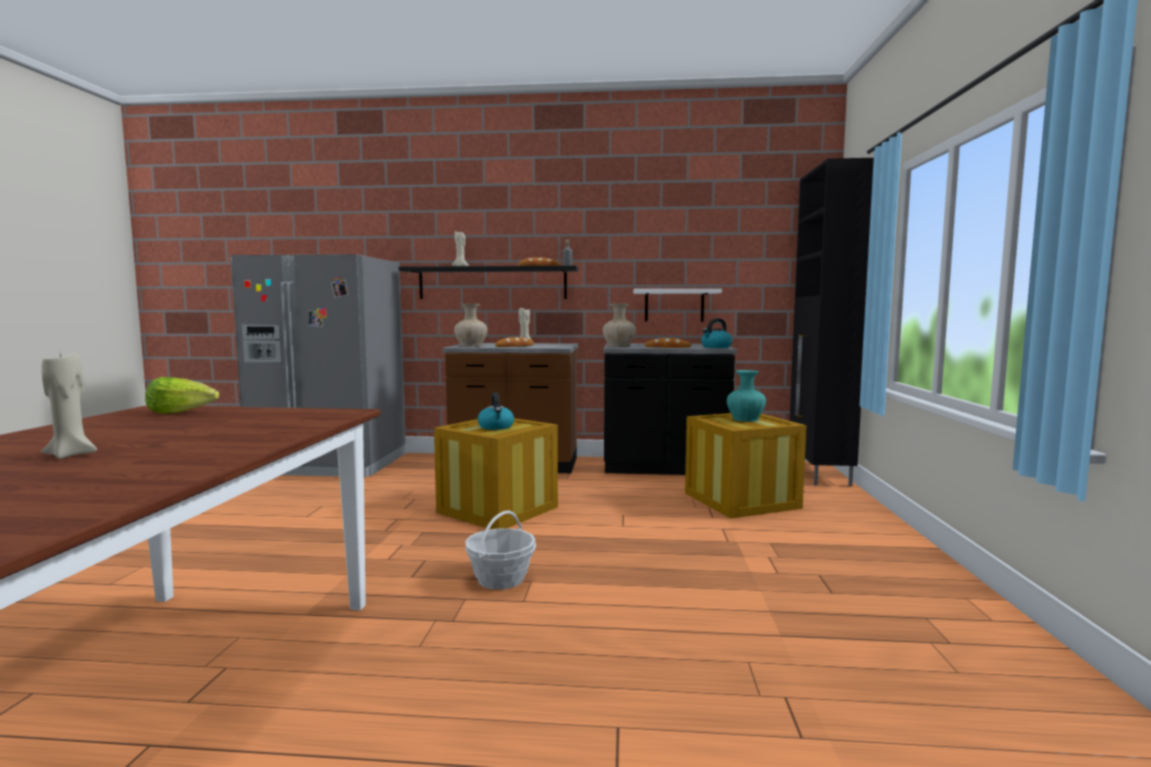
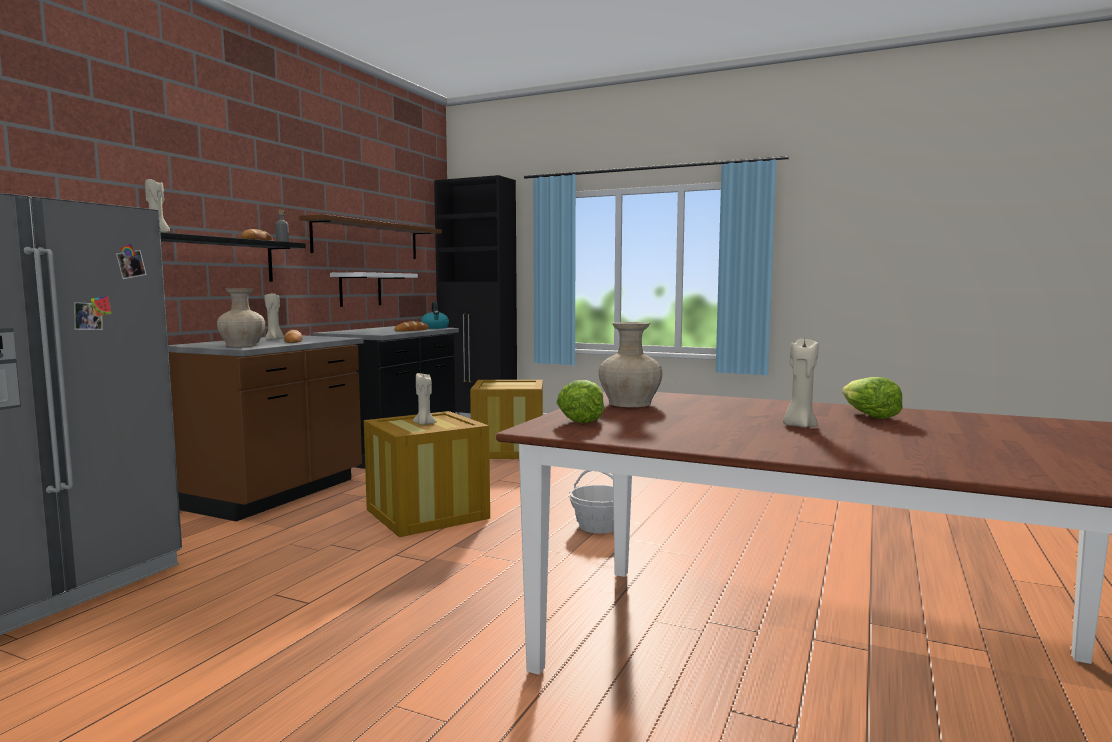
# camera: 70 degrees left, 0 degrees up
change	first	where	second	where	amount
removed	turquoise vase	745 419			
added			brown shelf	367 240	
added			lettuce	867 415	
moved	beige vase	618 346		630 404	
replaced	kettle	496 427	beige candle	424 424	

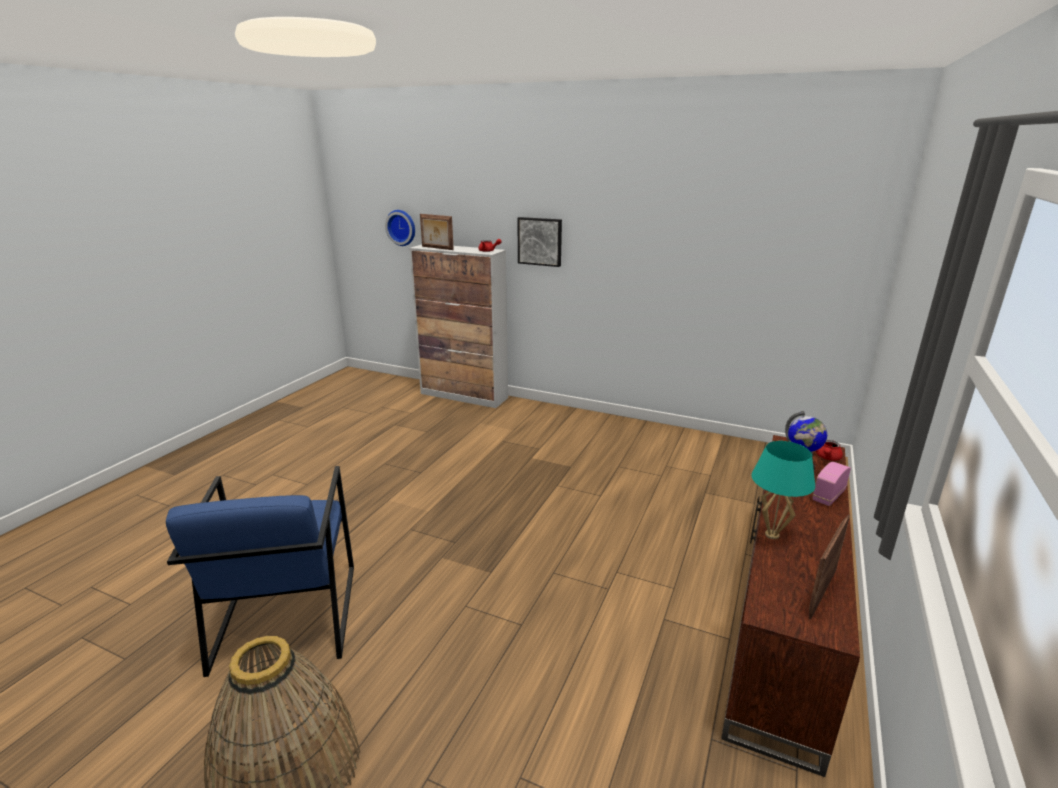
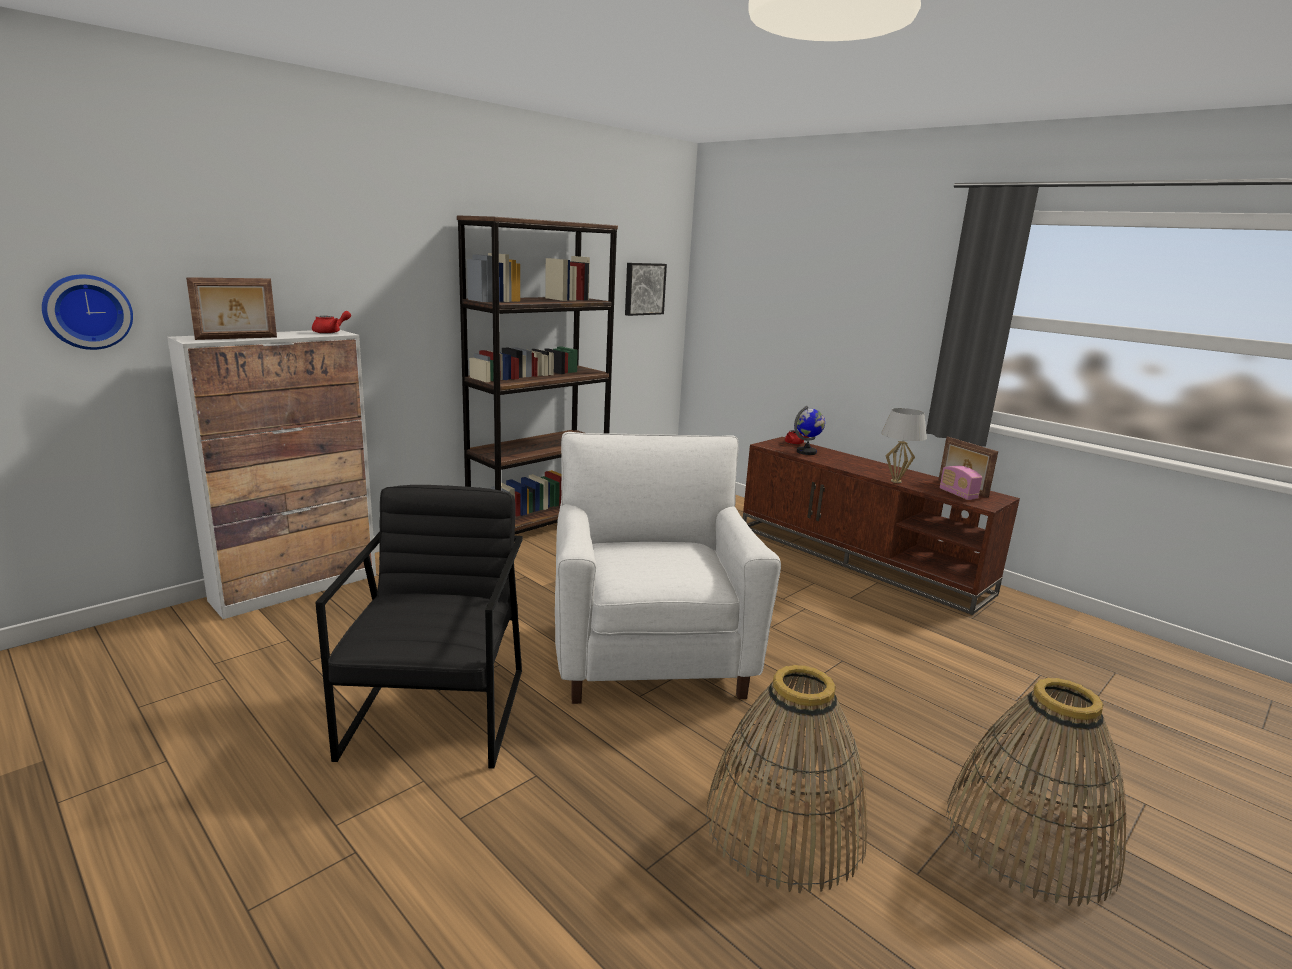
# camera: 70 degrees left, 5 degrees down
change	first	where	second	where	amount
added			black armchair	437 711	
added			brown bookcase	539 522	
added			white armchair	651 654	
moved	picture	540 241		643 289	
moved	radio	828 496		958 494	
replaced	blue armchair	286 616	basket	784 826	
recoloured	turquoise table lamp	771 535	white table lamp	895 481	

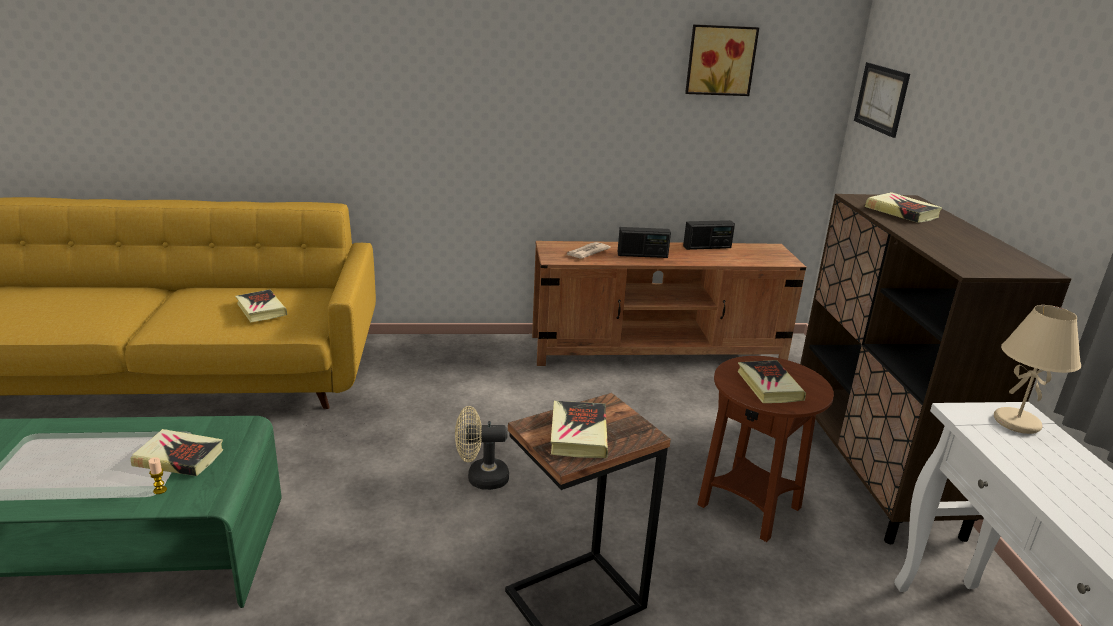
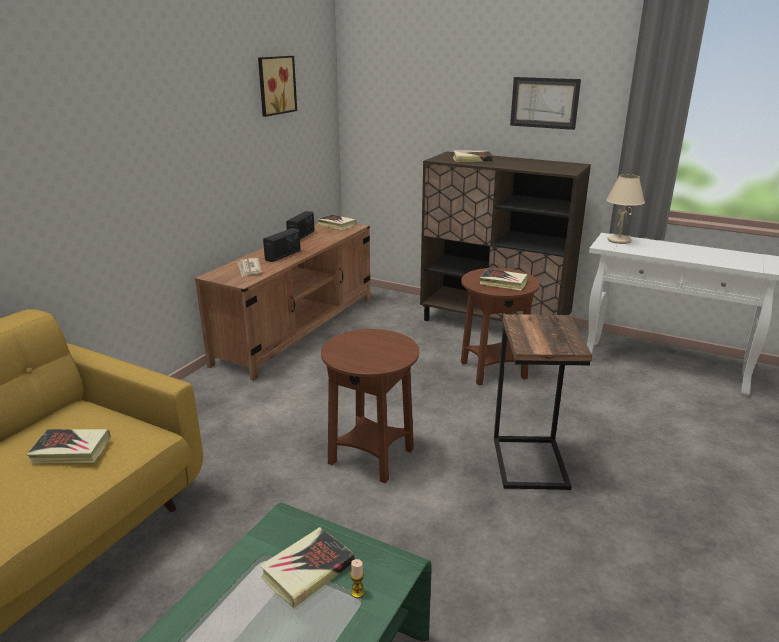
# camera: 55 degrees left, 0 degrees up
change	first	where	second	where	amount
moved	book	578 434		336 225	
moved	picture	881 98		544 103	
replaced	beige fan	480 478	brown side table	371 457	

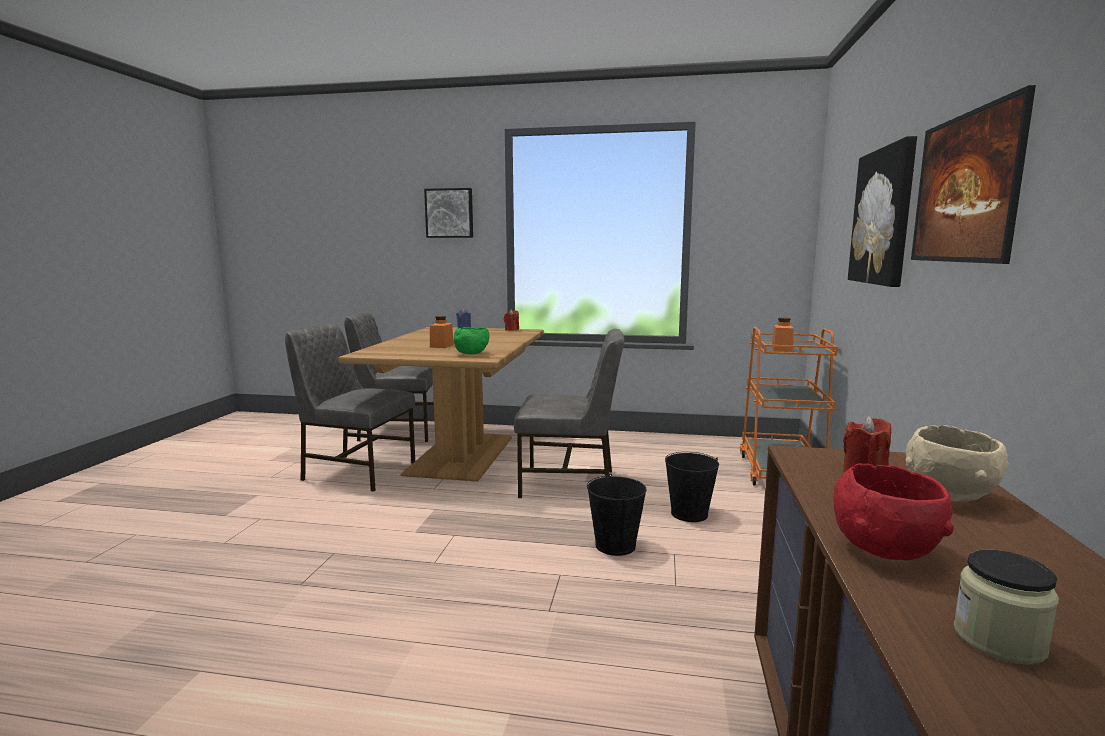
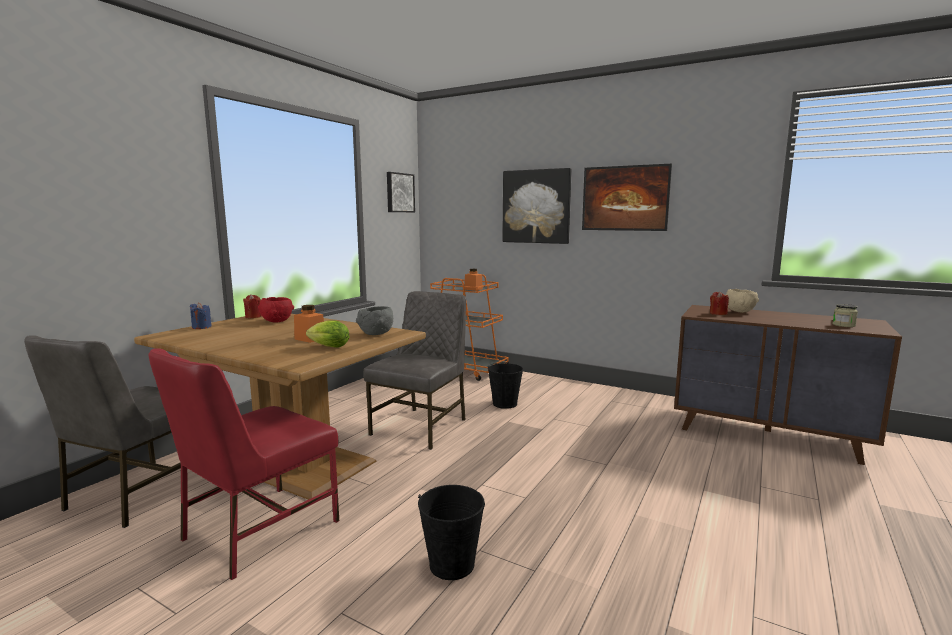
# camera: 70 degrees left, 0 degrees up
change	first	where	second	where	amount
added			lettuce	327 347	
moved	picture	449 213		399 192	
moved	black bucket	615 545		452 564	
moved	red bowl	884 551		277 321	
recoloured	grey chair	357 471	red chair	258 530	
recoloured	green bowl	471 354	grey bowl	376 334	

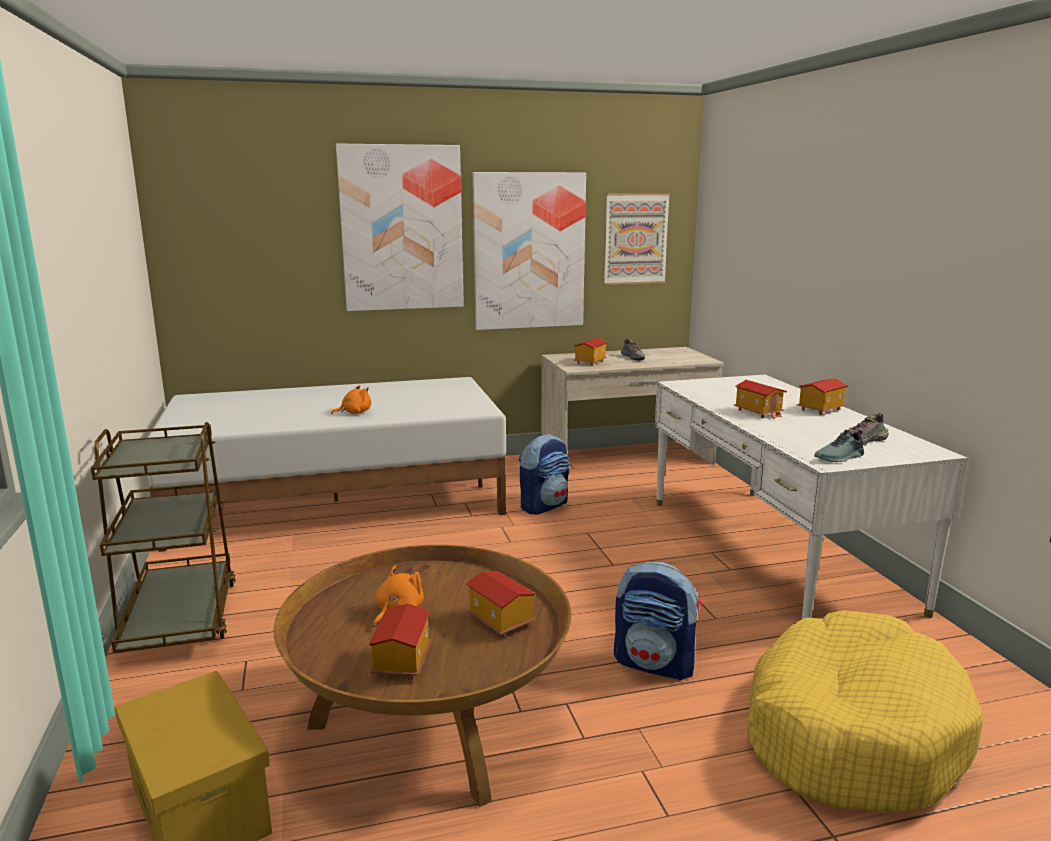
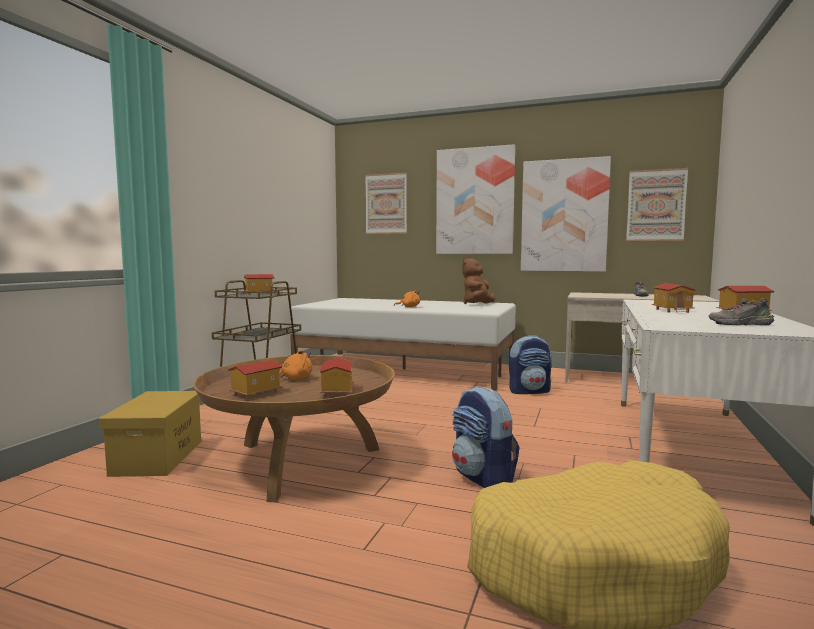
# camera: 35 degrees right, 10 degrees down
change	first	where	second	where	amount
removed	shoe	840 458			
added			picture	386 204	
added			brown plush toy	477 304	
moved	toy house	590 362		259 293	

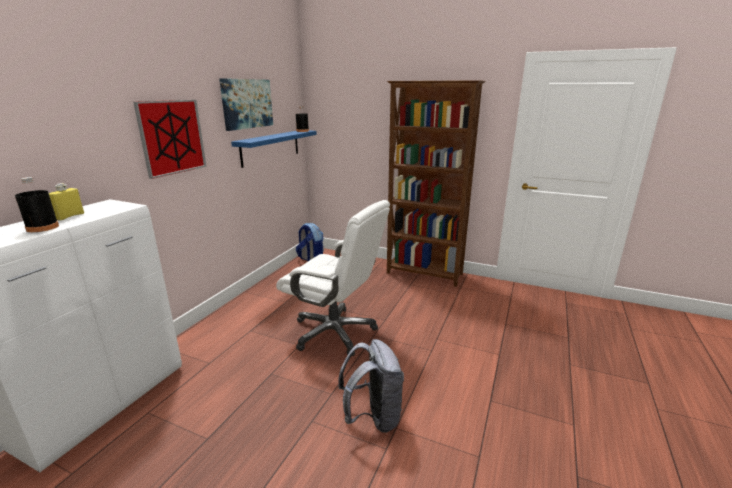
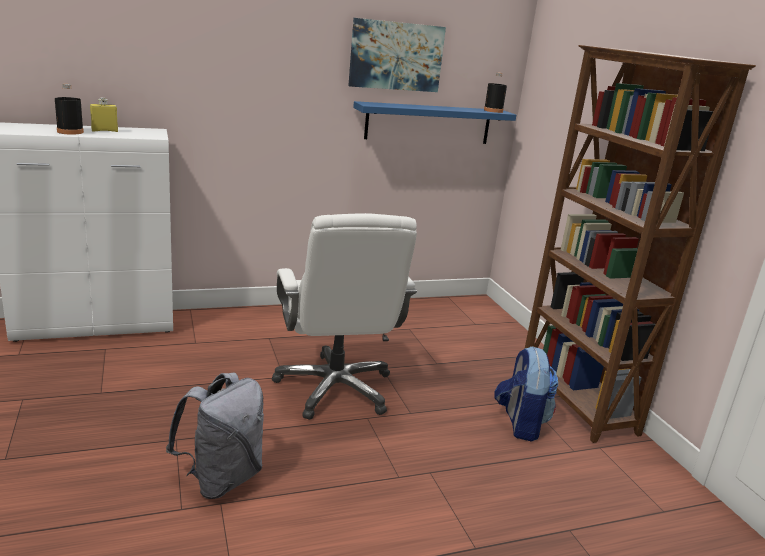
# camera: 45 degrees right, 0 degrees up
change	first	where	second	where	amount
removed	picture	172 137			
moved	backpack	311 260		520 423	

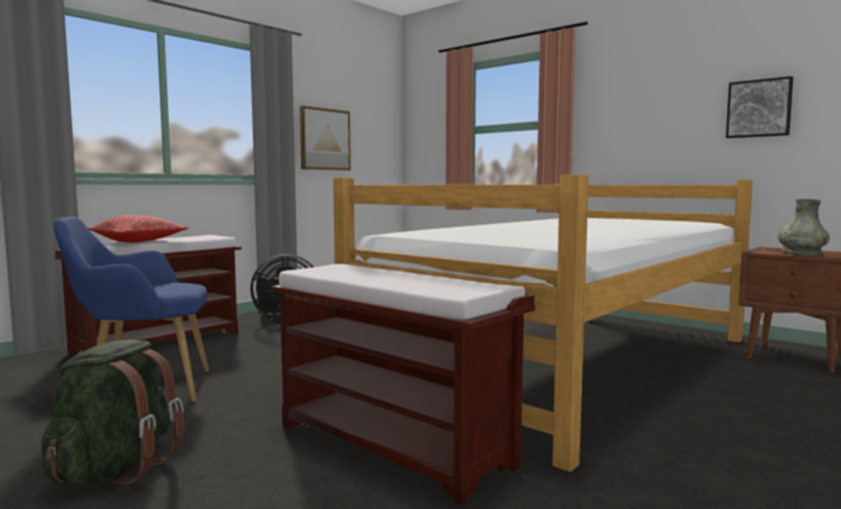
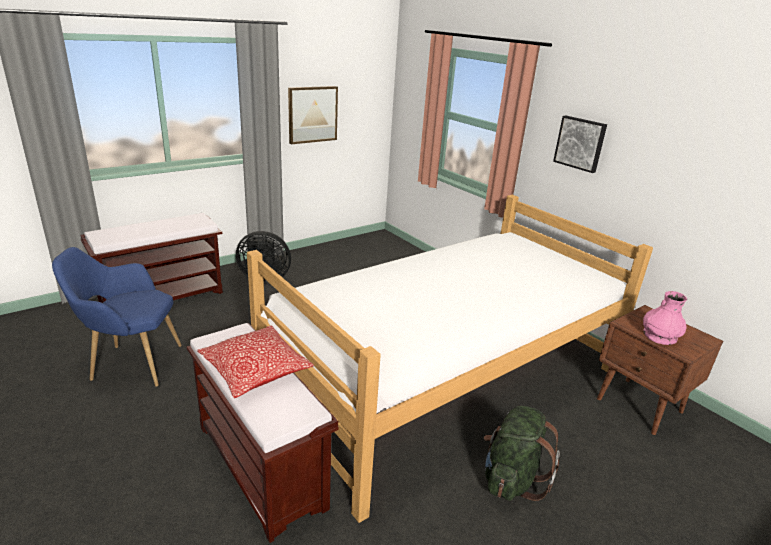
# camera: 10 degrees right, 20 degrees up
change	first	where	second	where	amount
moved	green backpack	116 469		511 479	
moved	pillow	138 241		255 371	
moved	picture	759 108		580 143	
recoloured	grey vase	801 253	pink vase	659 336	

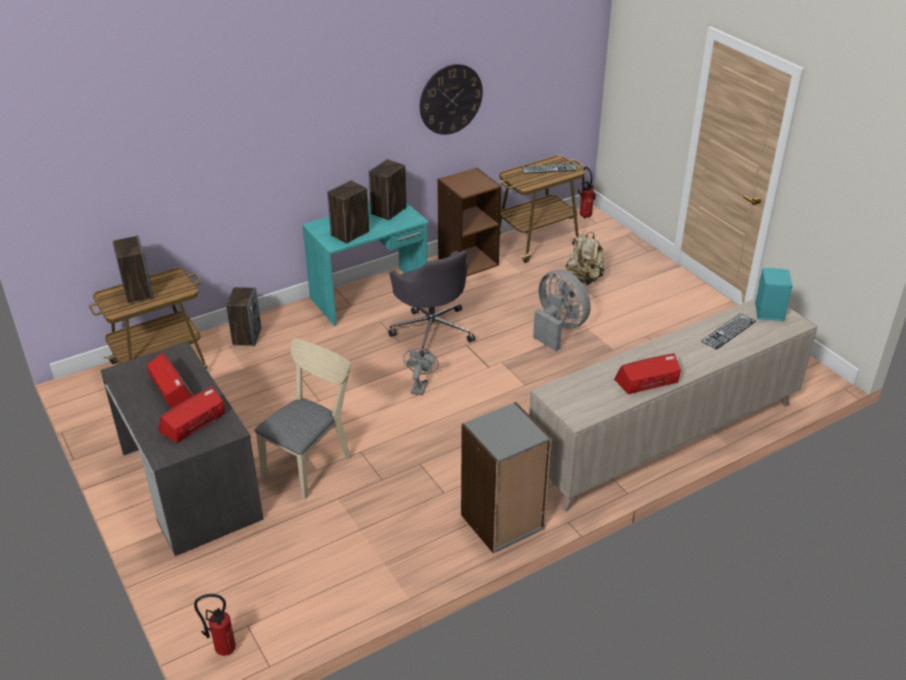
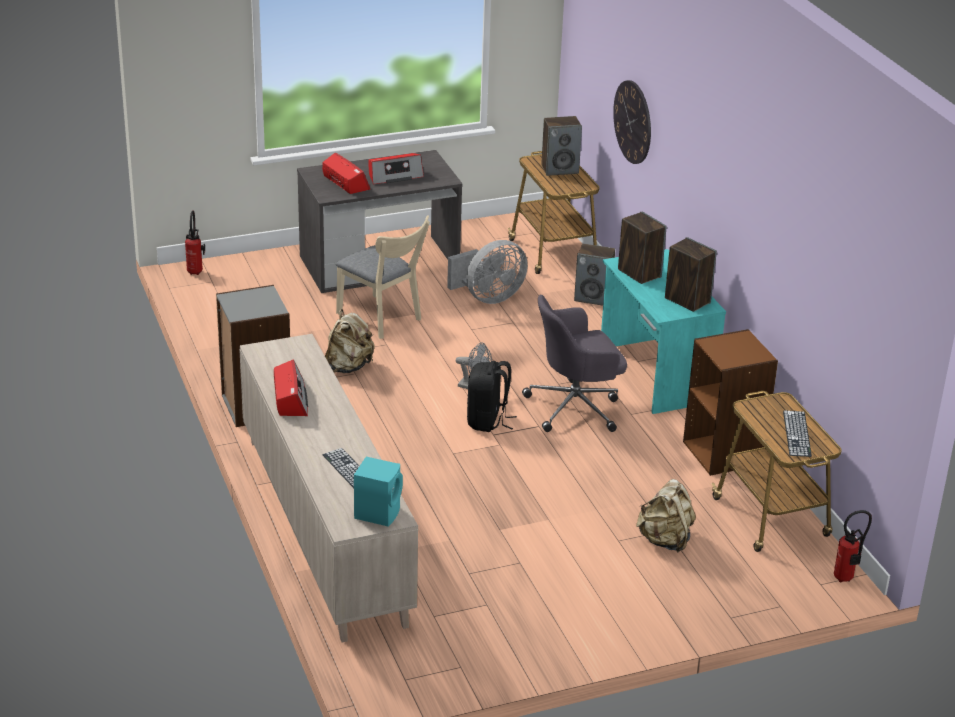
# camera: 100 degrees right, 5 degrees down
change	first	where	second	where	amount
added			beige backpack	348 367	
added			black backpack	488 421	
moved	wall clock	450 99		633 122	
moved	grey fan	558 328		488 297	

